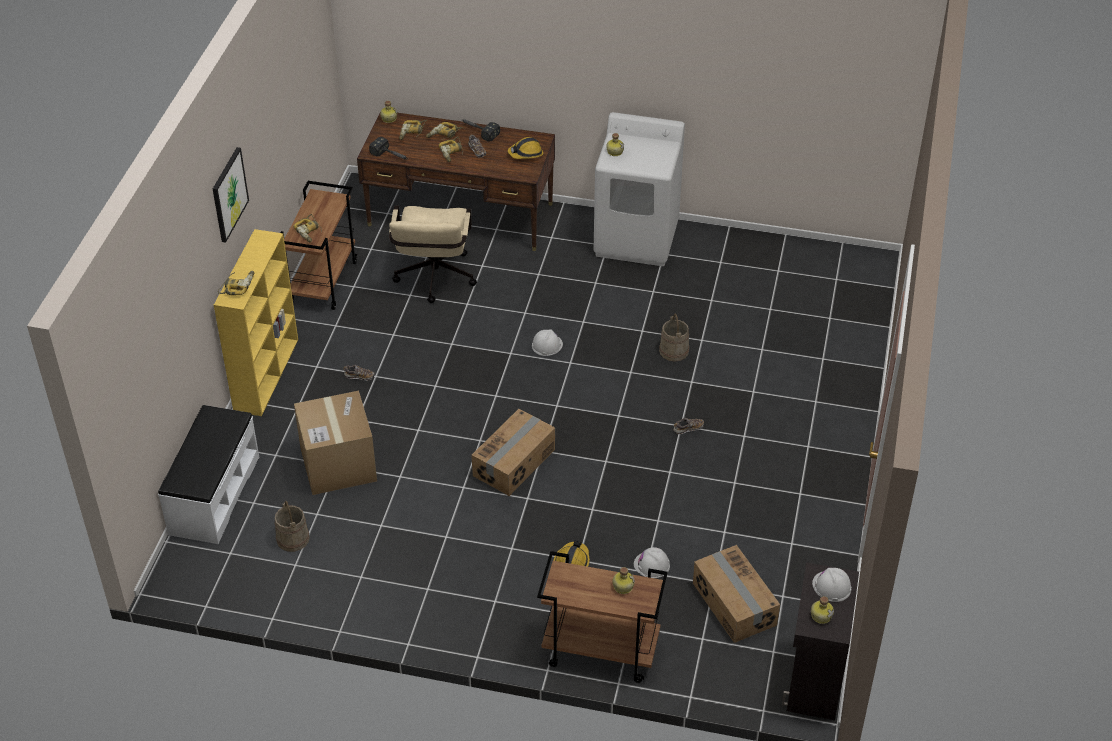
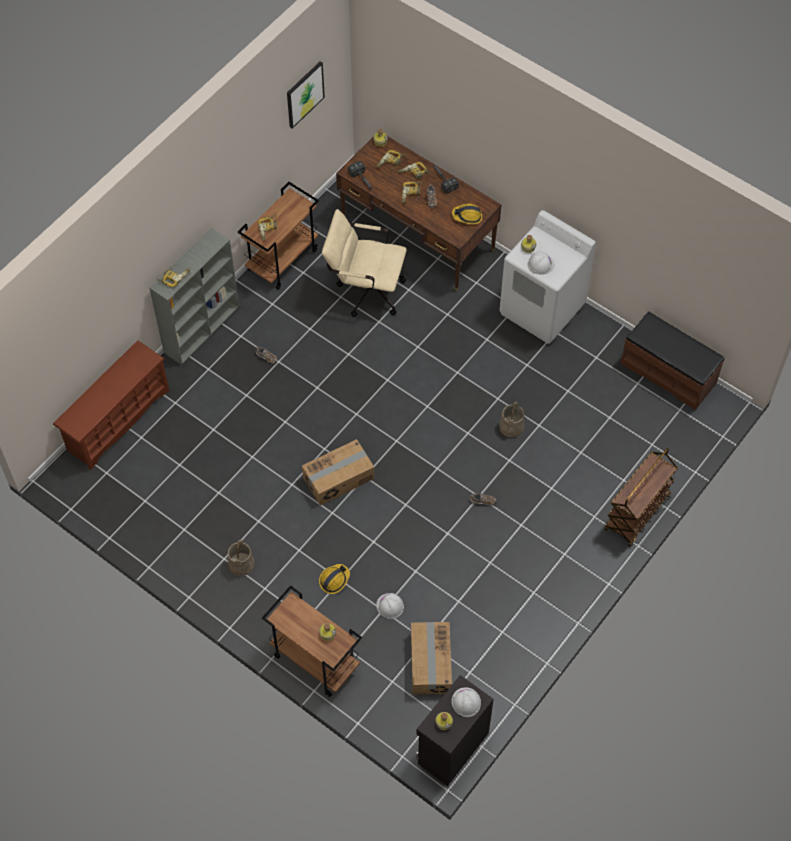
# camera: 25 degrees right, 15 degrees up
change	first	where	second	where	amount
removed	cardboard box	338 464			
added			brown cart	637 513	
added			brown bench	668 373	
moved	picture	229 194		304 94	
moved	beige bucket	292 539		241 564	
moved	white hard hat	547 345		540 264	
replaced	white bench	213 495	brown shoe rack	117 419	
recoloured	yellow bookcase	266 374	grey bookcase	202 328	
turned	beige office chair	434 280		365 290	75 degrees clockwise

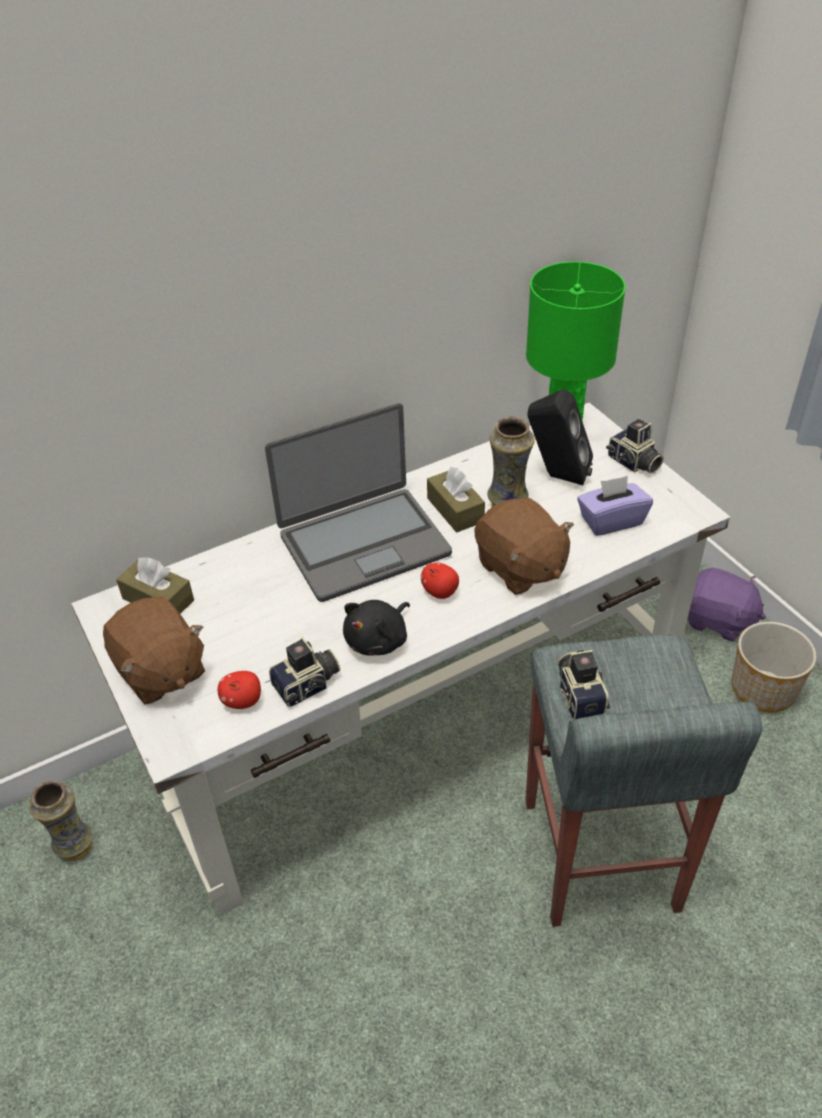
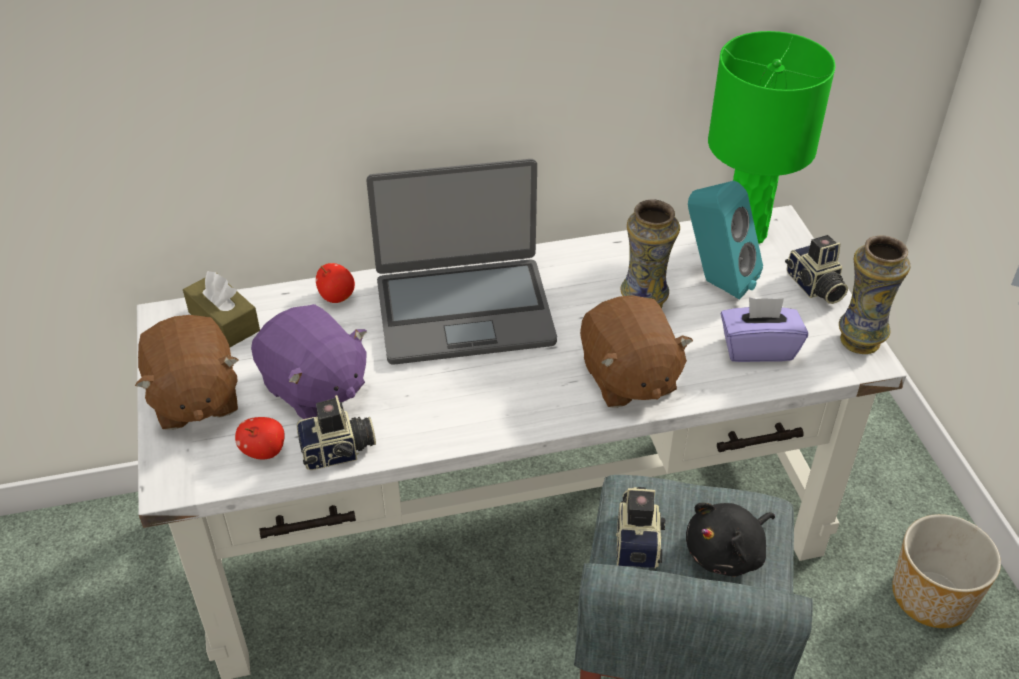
# camera: 15 degrees right, 0 degrees up
change	first	where	second	where	amount
removed	brown tissue box	455 510			
moved	vase	74 846		859 340	
moved	black plush toy	379 640		727 553	
moved	apple	440 592		336 296	
moved	purple plush toy	717 620		314 388	
recoloured	black speaker	556 476	turquoise speaker	715 282	

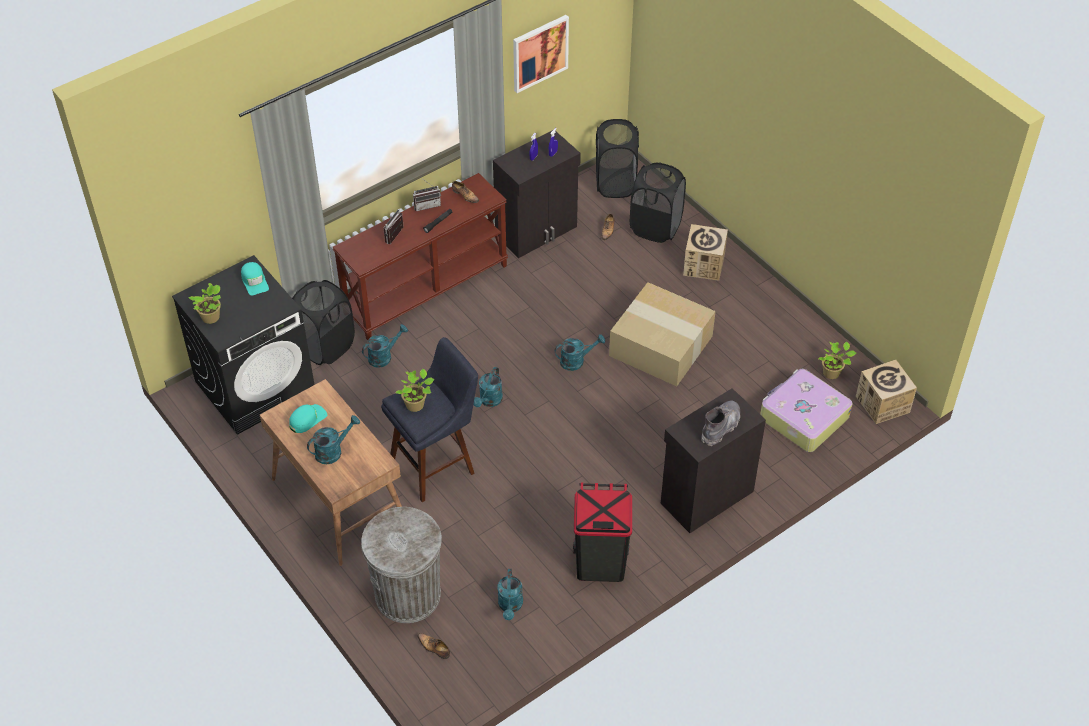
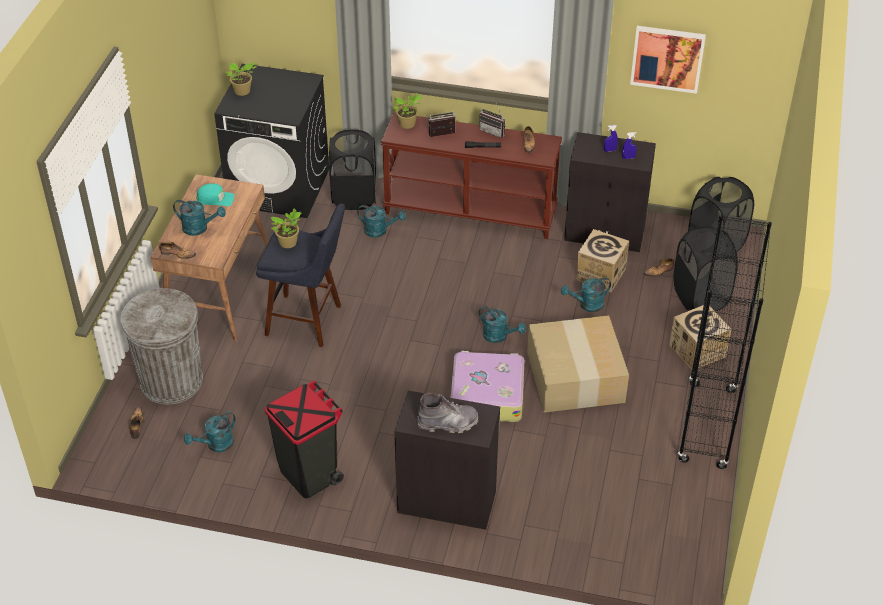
# camera: 50 degrees right, 5 degrees down
change	first	where	second	where	amount
removed	turquoise cap	254 281			
added			shoe	177 254	
added			black bookcase	707 426	
moved	turquoise watering can	489 401		587 305	
moved	suitcase	803 417		486 394	
moved	potted plant	832 373		407 125	
moved	cardboard box	882 404		600 274	

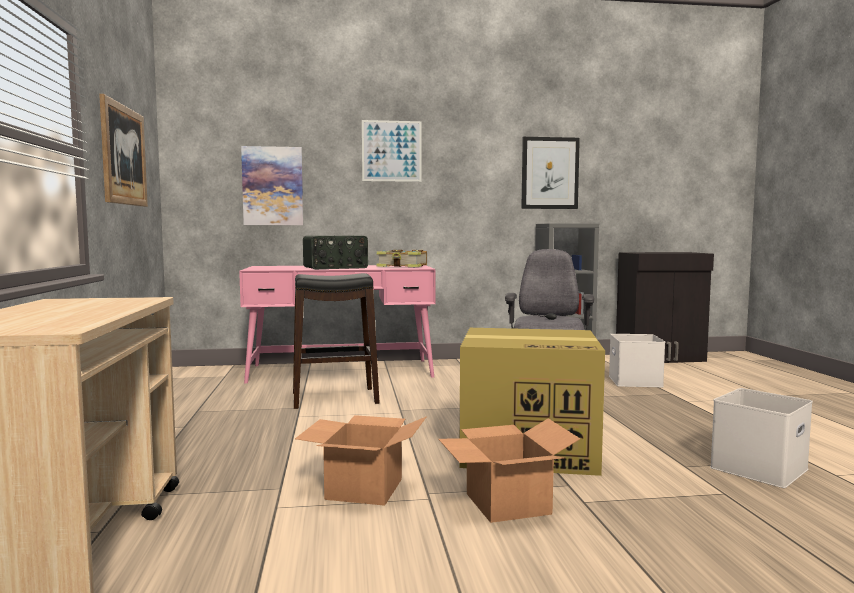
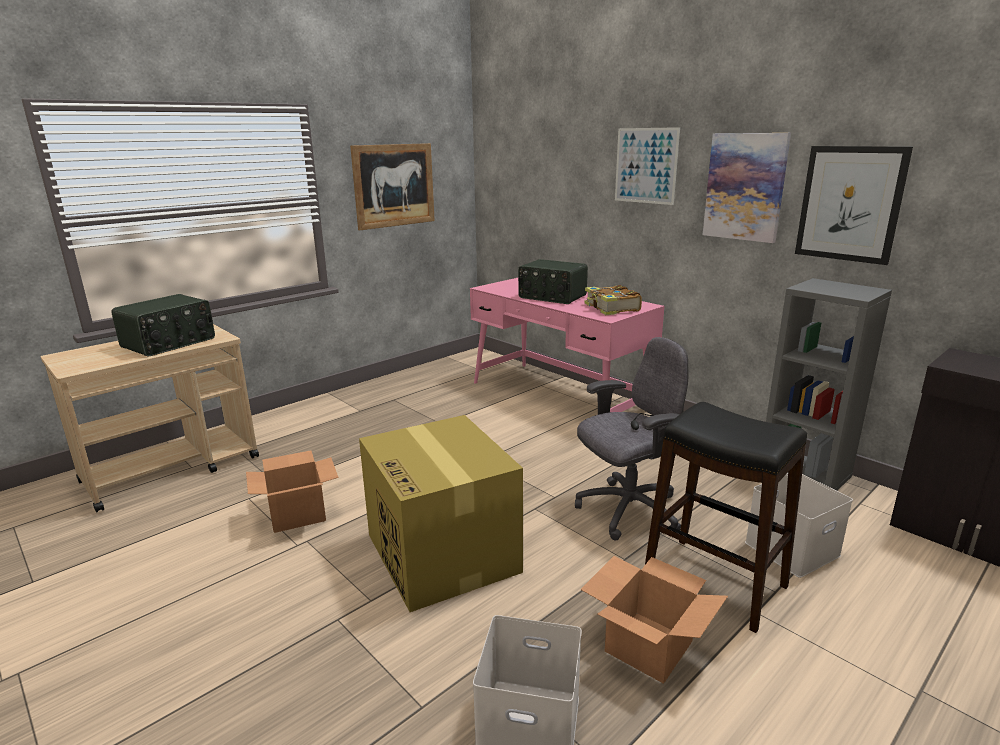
# camera: 55 degrees right, 15 degrees up
change	first	where	second	where	amount
added			radio	169 343	
moved	picture	273 186		745 187	
moved	black stool	334 398		714 582	
moved	cardboard box	509 504		648 647	

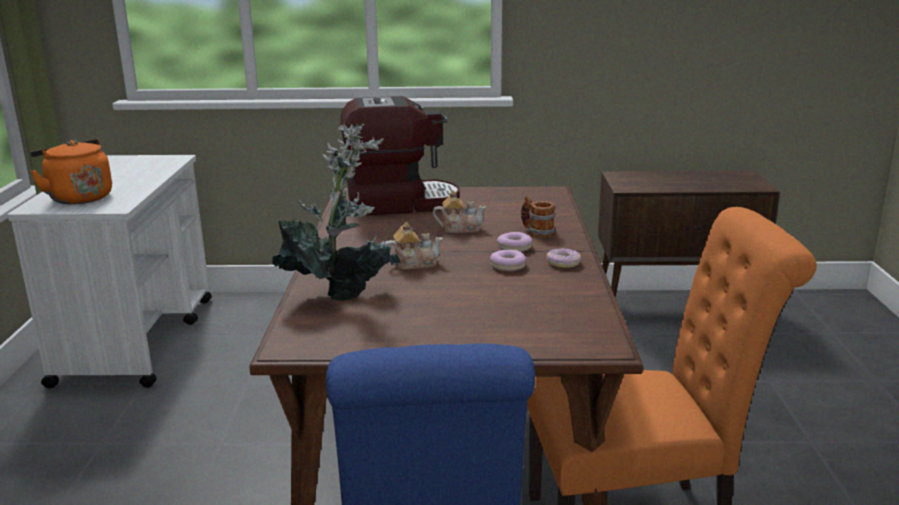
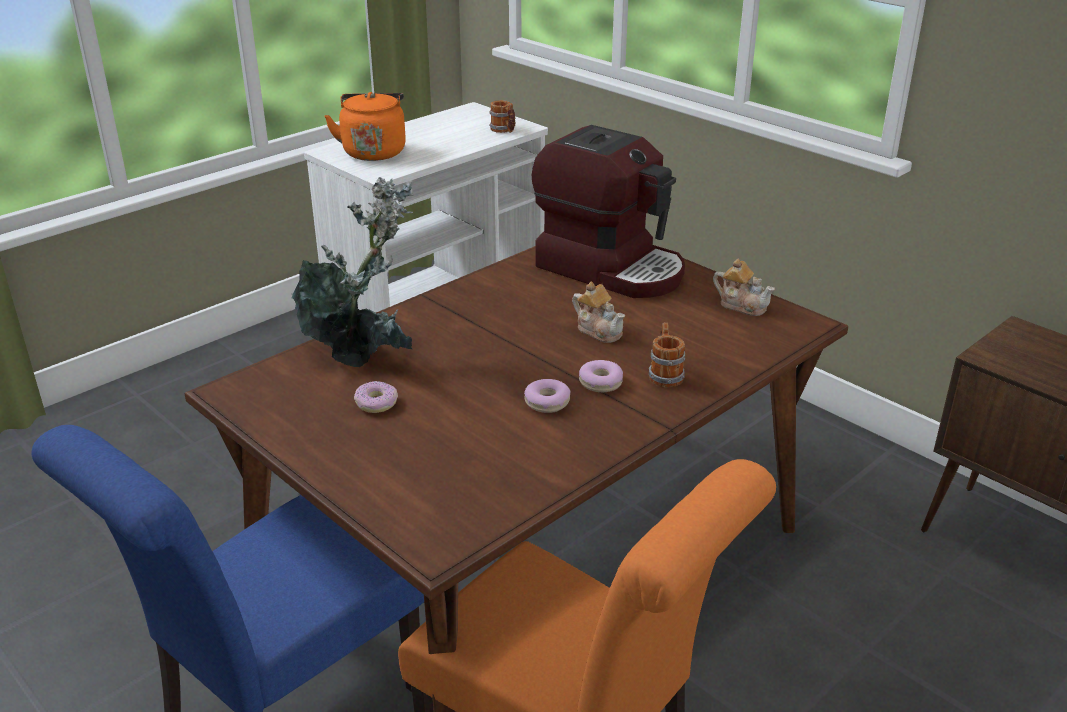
# camera: 45 degrees right, 10 degrees up
change	first	where	second	where	amount
added			mug	504 130	
moved	teapot	414 264		742 305	
moved	donut	563 263		376 403	

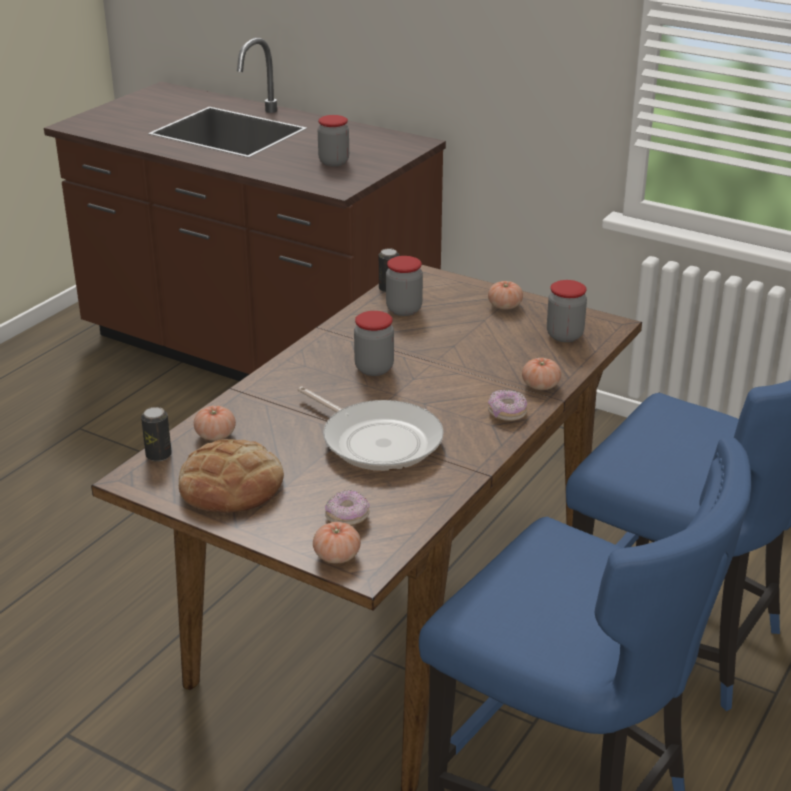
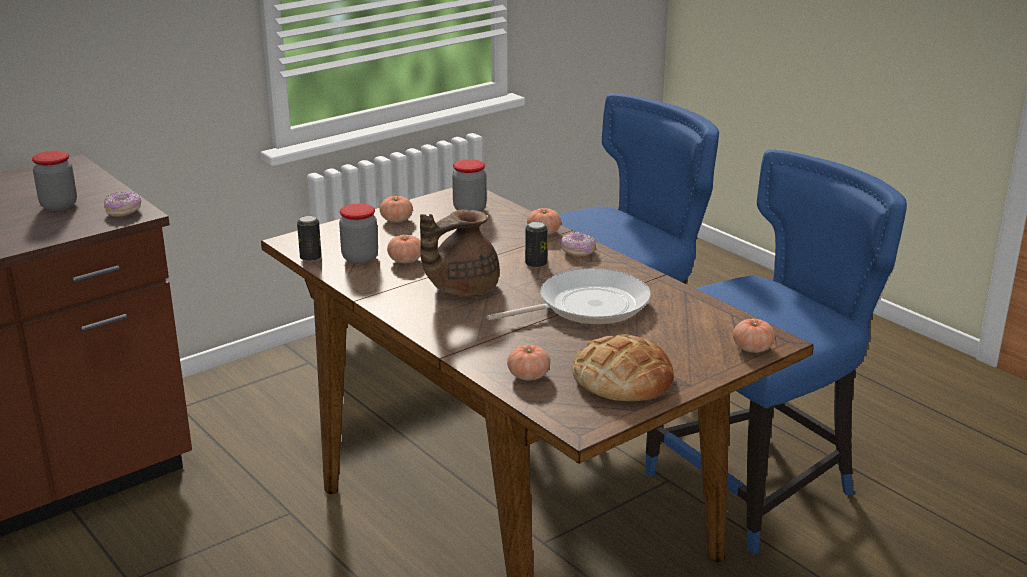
# camera: 70 degrees left, 5 degrees down
change	first	where	second	where	amount
added			tomato	405 260	
moved	can	158 455		536 264	
moved	donut	347 517		123 212	
replaced	jar	374 368	brown teapot	460 288	

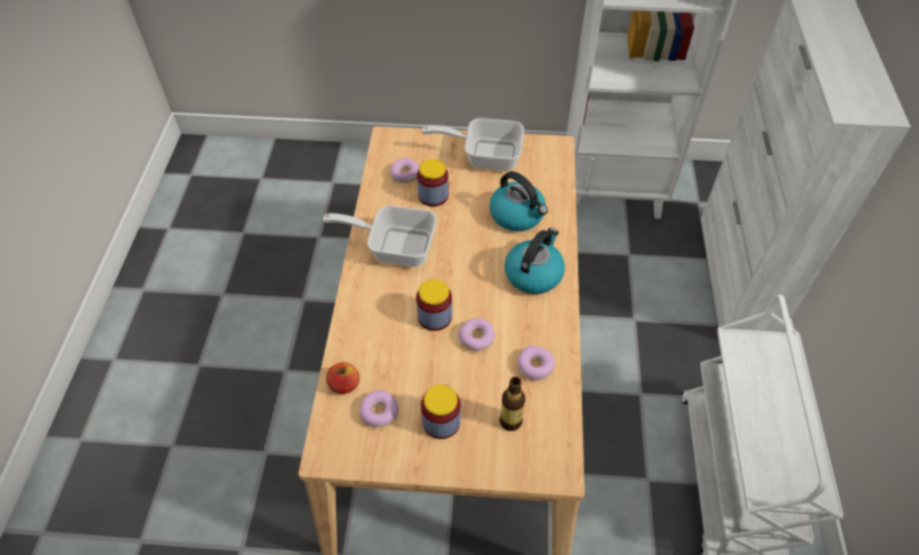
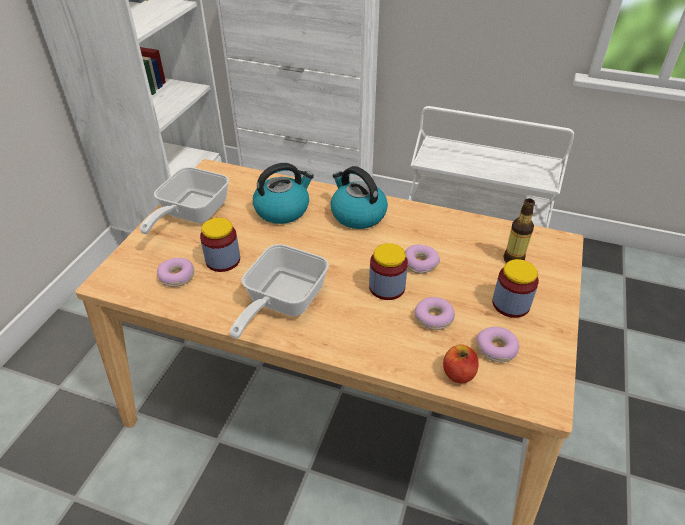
# camera: 75 degrees left, 10 degrees down
change	first	where	second	where	amount
moved	donut	535 366		434 318	

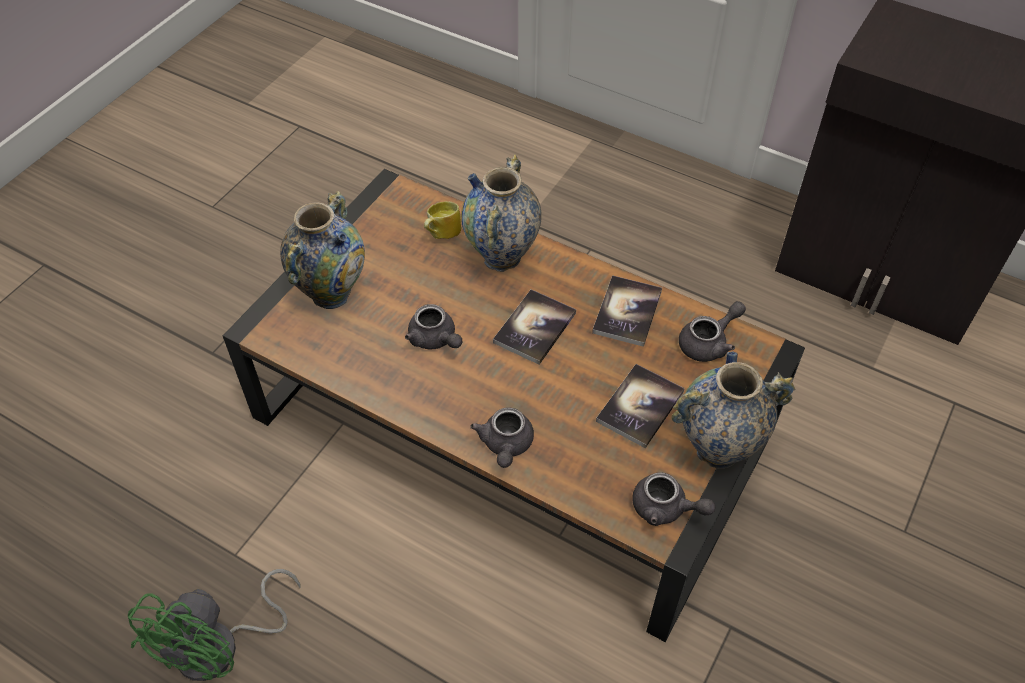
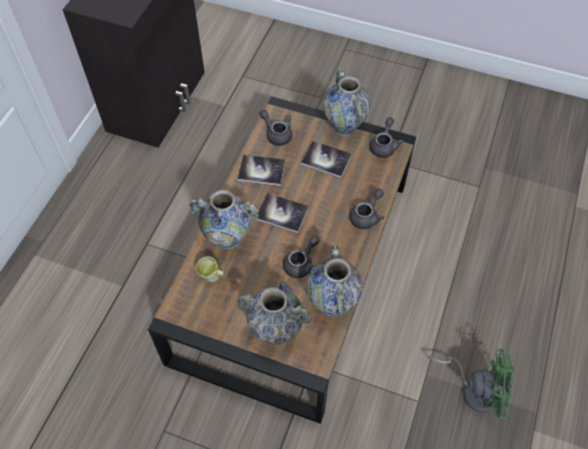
# camera: 100 degrees left, 5 degrees up
change	first	where	second	where	amount
added			vase	332 304	
turned	grey teapot	505 445		366 216	45 degrees counterclockwise

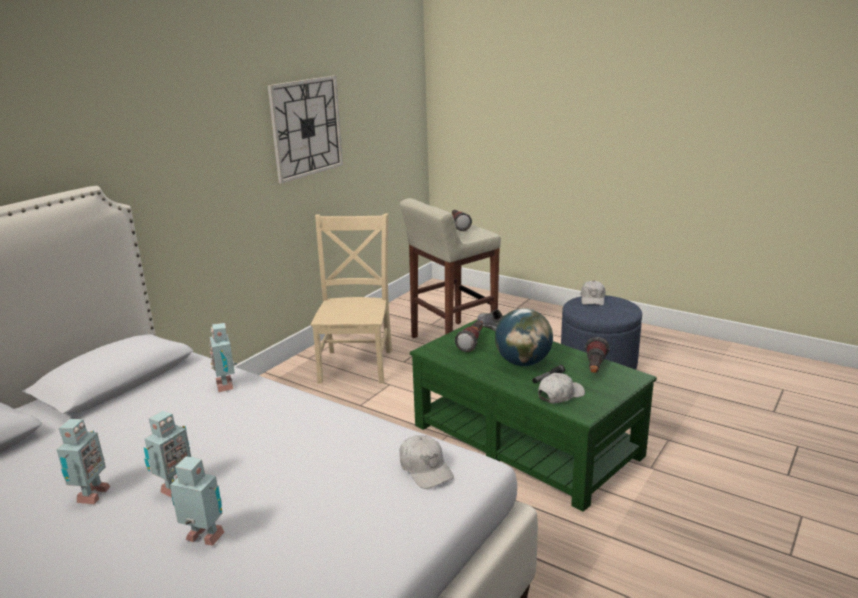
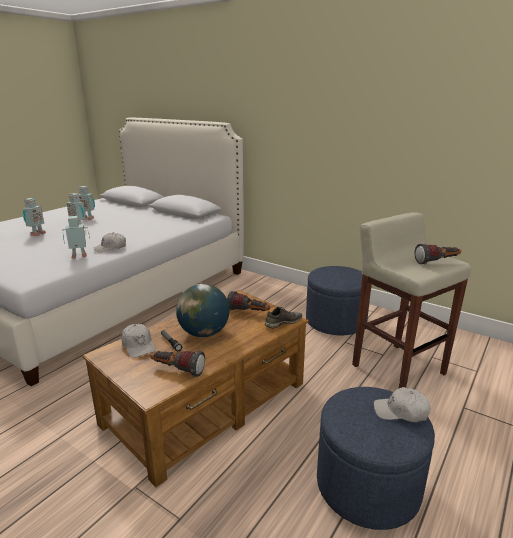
# camera: 90 degrees right, 0 degrees up
change	first	where	second	where	amount
removed	wall clock	306 128			
moved	toy robot	227 385		79 257	
moved	white cap	425 469		110 248	
replaced	beige chair	357 364	blue ottoman	335 321	
recoloured	green coffee table	525 439	brown coffee table	208 403	

